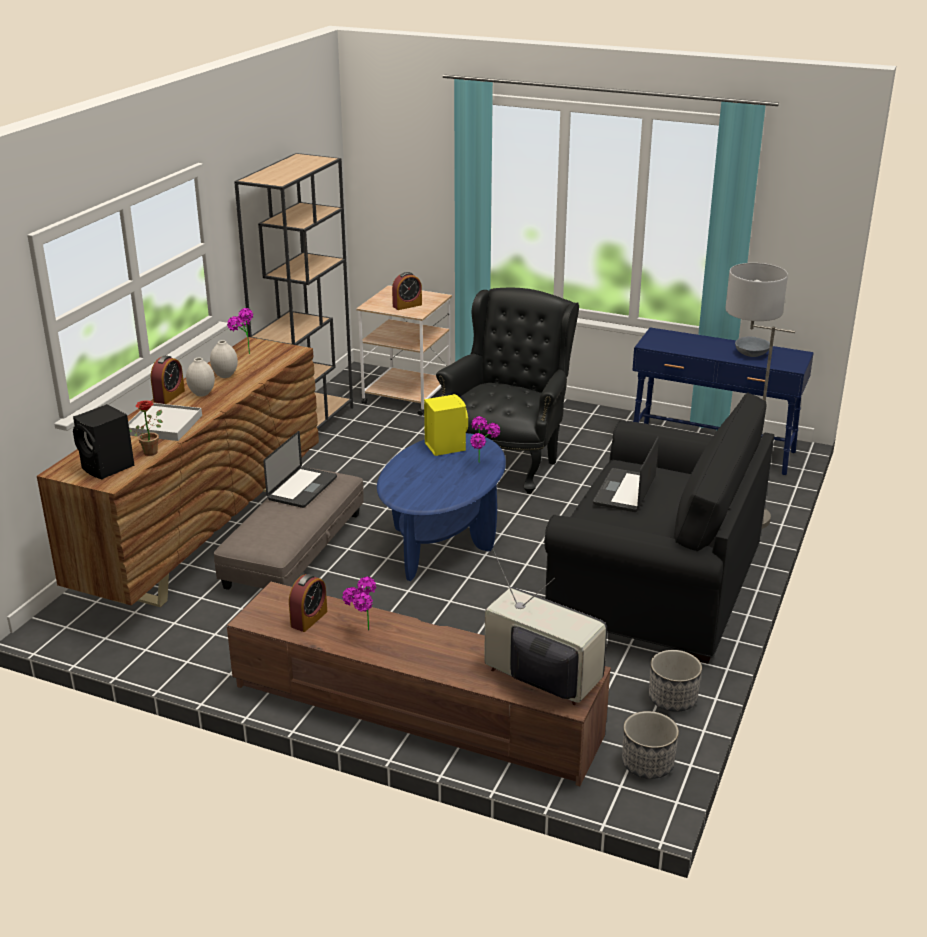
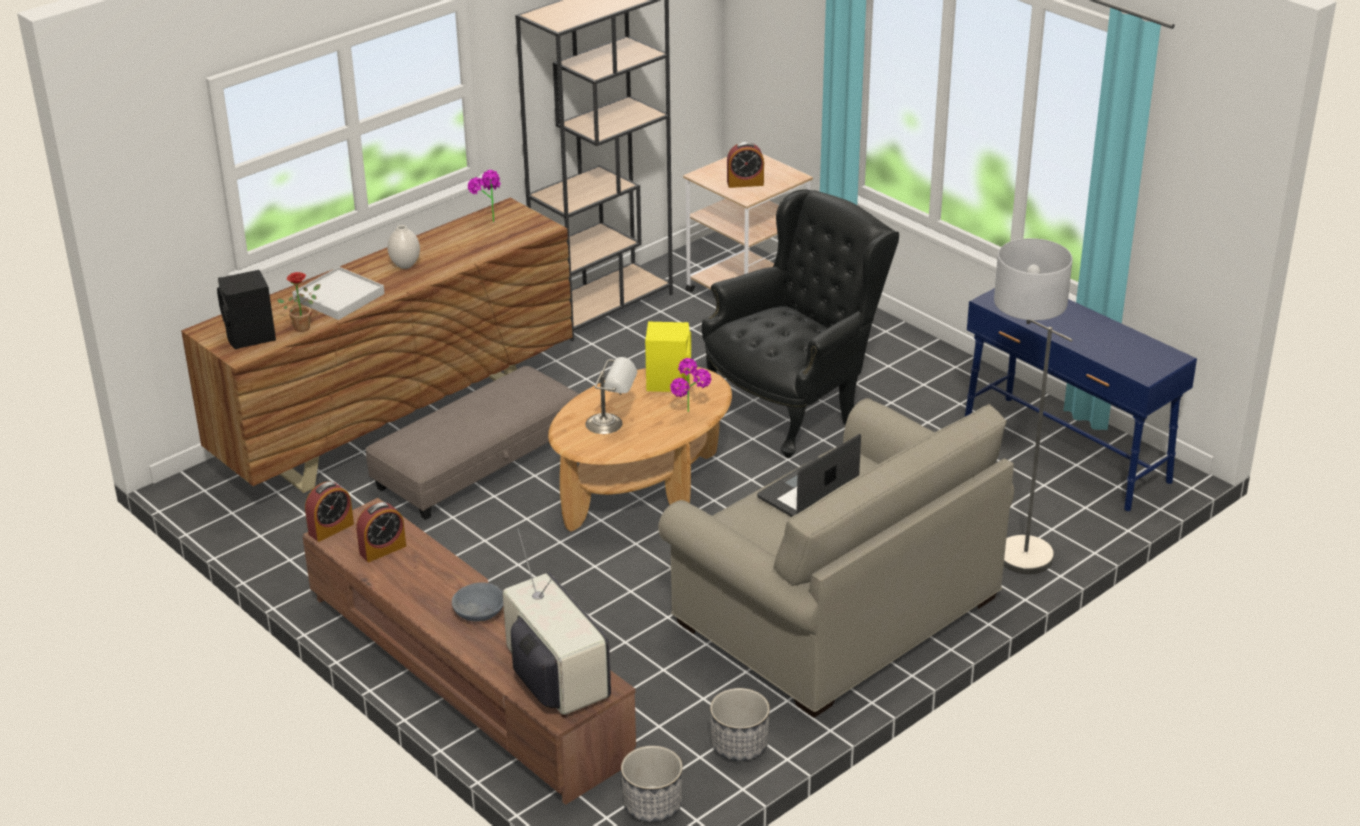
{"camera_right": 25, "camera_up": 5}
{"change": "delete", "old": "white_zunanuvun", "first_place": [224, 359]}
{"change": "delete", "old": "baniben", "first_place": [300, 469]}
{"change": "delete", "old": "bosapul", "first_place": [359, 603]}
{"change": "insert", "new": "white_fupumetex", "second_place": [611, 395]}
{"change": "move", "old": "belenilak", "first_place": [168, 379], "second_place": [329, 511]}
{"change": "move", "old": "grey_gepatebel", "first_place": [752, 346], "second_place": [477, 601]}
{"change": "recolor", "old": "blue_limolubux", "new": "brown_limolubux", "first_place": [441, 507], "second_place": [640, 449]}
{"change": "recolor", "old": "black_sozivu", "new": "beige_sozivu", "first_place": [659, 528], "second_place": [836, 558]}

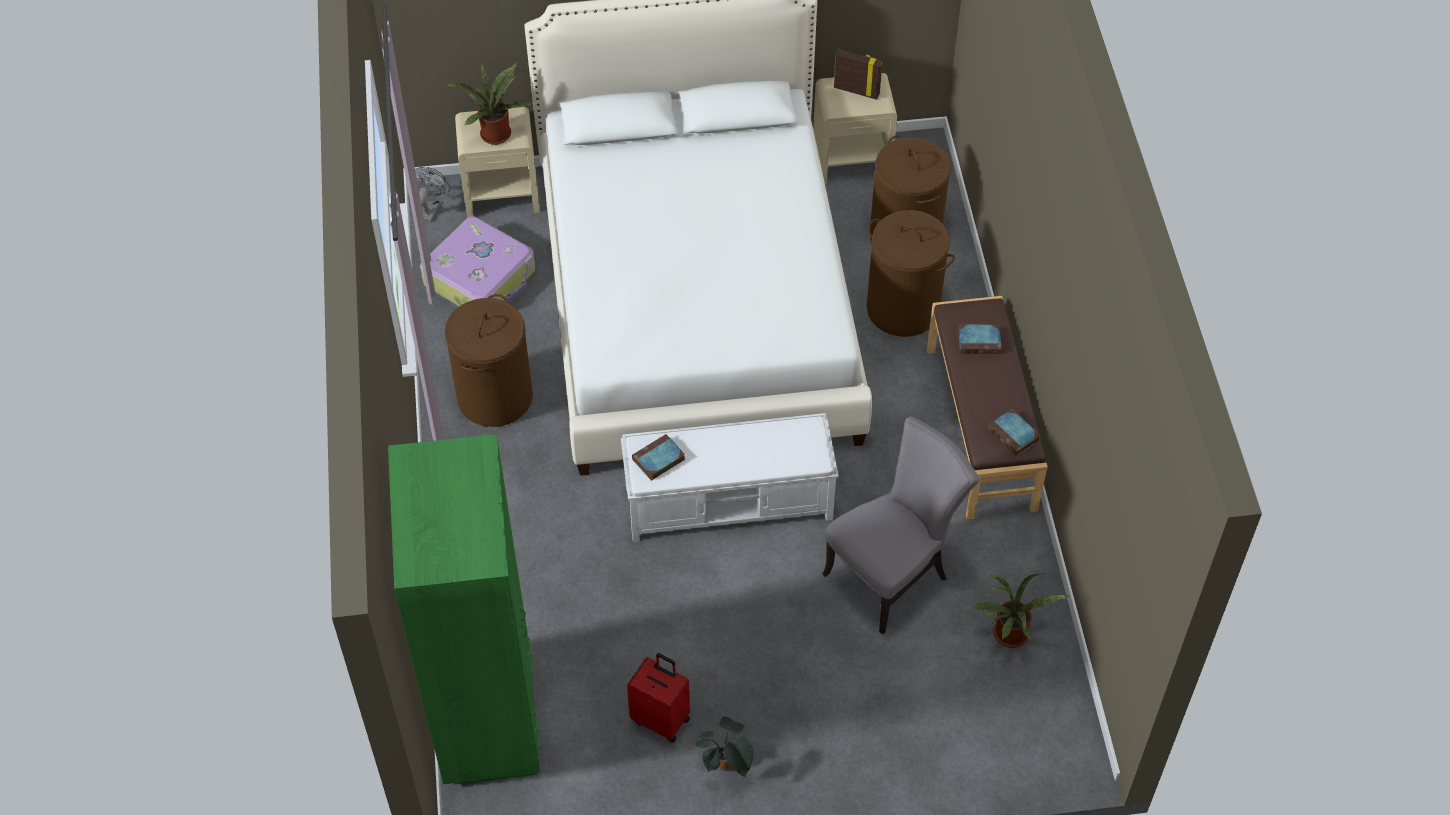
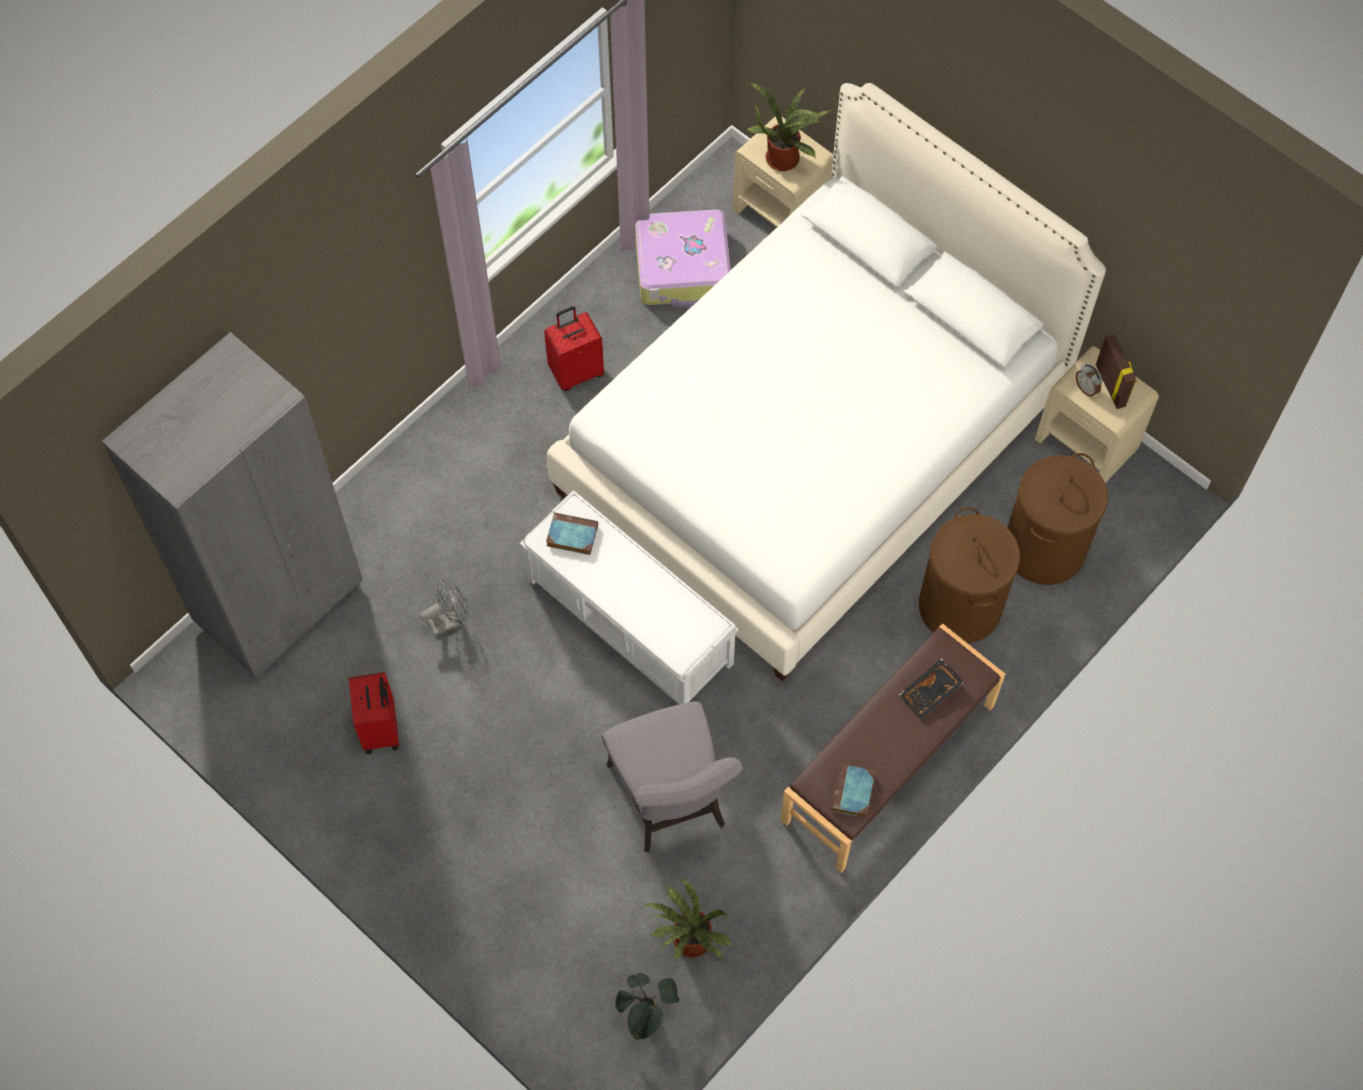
{"camera_right": 50, "camera_up": 10}
{"change": "insert", "new": "belenilak", "second_place": [1089, 380]}
{"change": "move", "old": "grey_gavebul", "first_place": [432, 194], "second_place": [444, 607]}
{"change": "move", "old": "bosapul", "first_place": [724, 747], "second_place": [647, 1007]}
{"change": "replace", "old": "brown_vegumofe", "new": "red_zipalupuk", "first_place": [488, 360], "second_place": [574, 348]}
{"change": "replace", "old": "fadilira", "new": "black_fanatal", "first_place": [980, 339], "second_place": [931, 688]}
{"change": "recolor", "old": "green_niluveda", "new": "grey_niluveda", "first_place": [465, 610], "second_place": [232, 505]}
{"change": "rotate", "old": "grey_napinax", "first_place": [901, 526], "second_place": [672, 777], "degrees": 60}

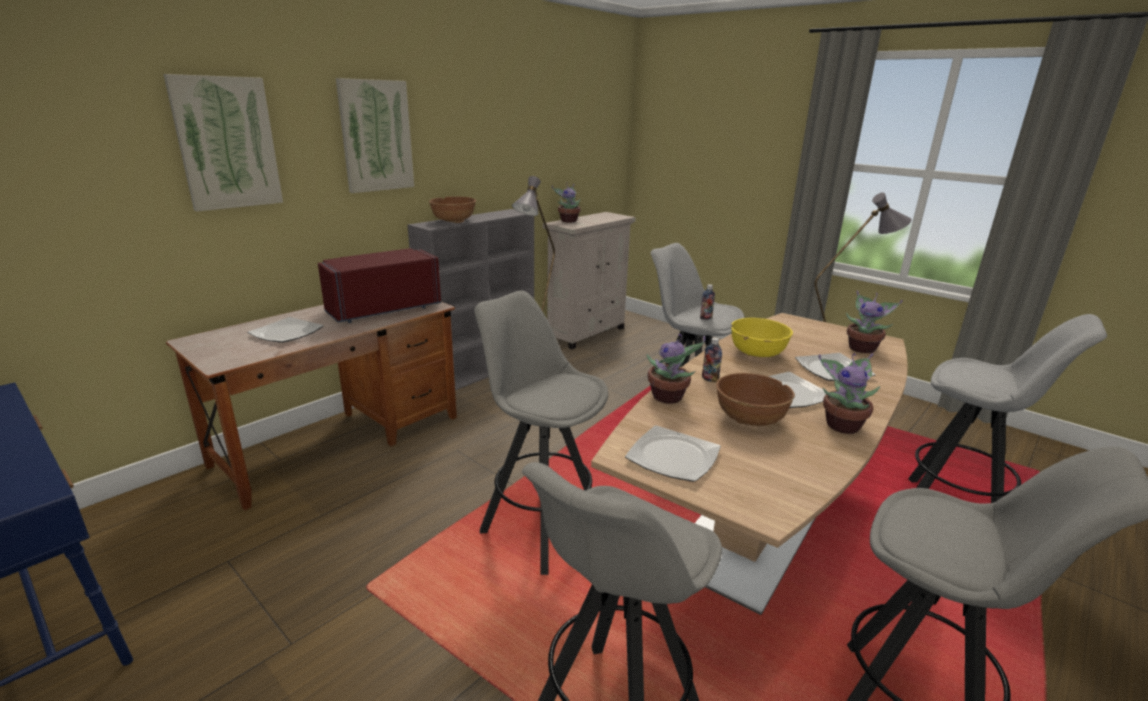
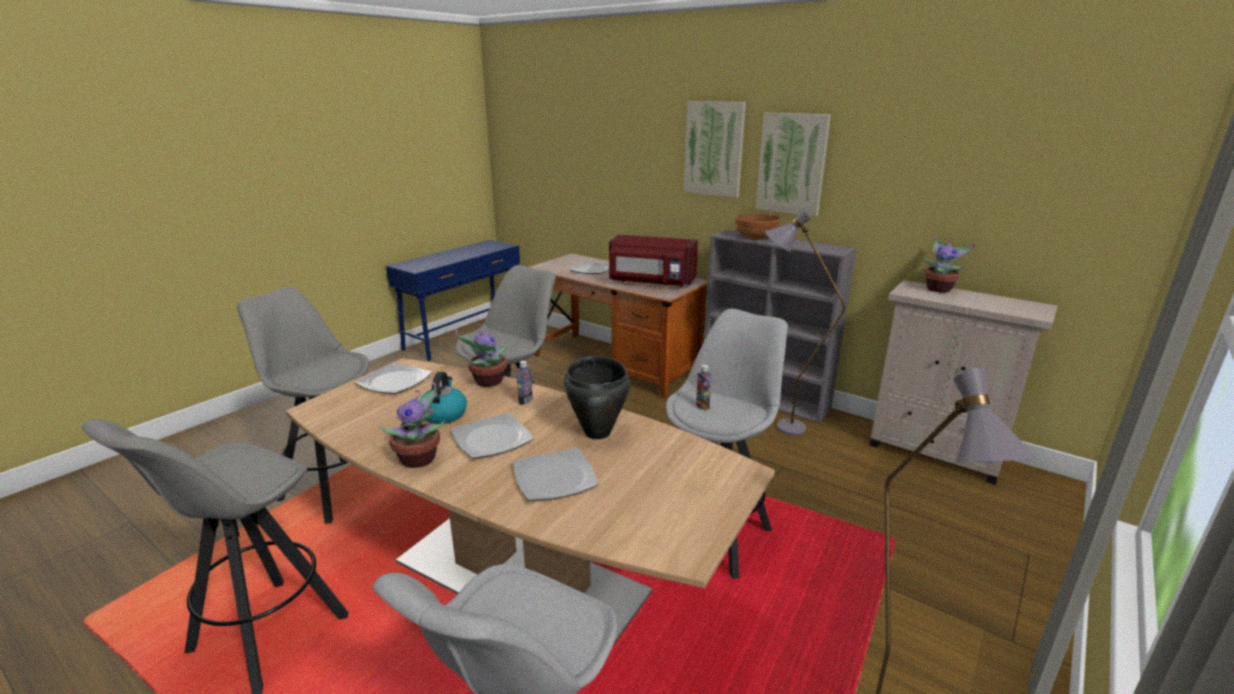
{"camera_right": 85, "camera_up": 0}
{"change": "delete", "old": "bosapul", "first_place": [874, 321]}
{"change": "move", "old": "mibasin", "first_place": [223, 143], "second_place": [793, 164]}
{"change": "replace", "old": "brown_gepatebel", "new": "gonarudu", "first_place": [755, 399], "second_place": [443, 398]}
{"change": "replace", "old": "yellow_gepatebel", "new": "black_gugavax", "first_place": [762, 337], "second_place": [597, 397]}
{"change": "rotate", "old": "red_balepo", "first_place": [379, 285], "second_place": [653, 261], "degrees": 150}

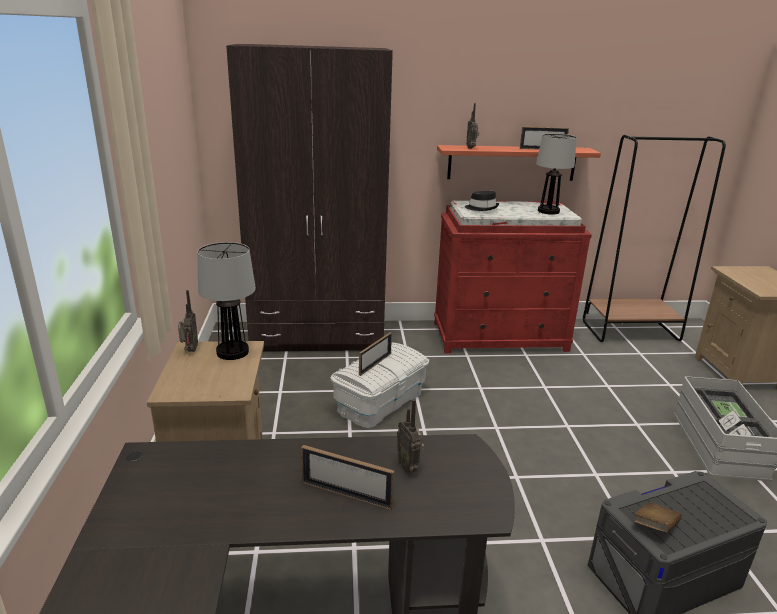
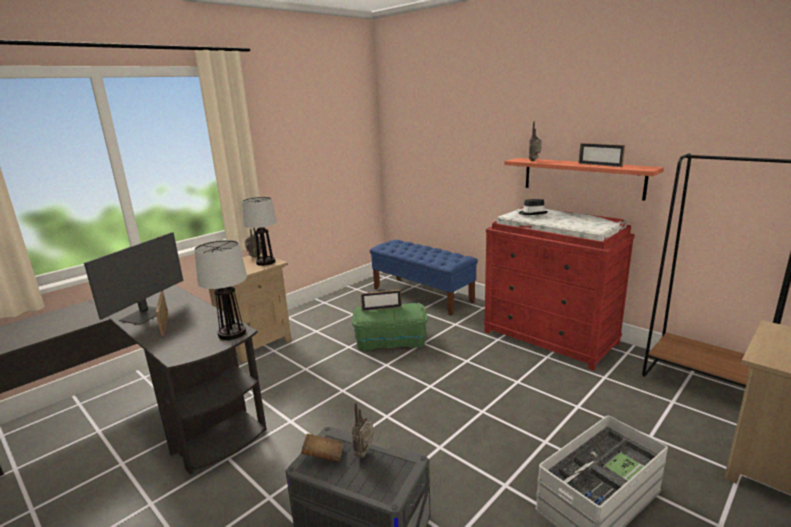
{"camera_right": 50, "camera_up": -5}
{"change": "insert", "new": "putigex", "second_place": [133, 278]}
{"change": "move", "old": "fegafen", "first_place": [411, 436], "second_place": [363, 430]}
{"change": "move", "old": "fupumetex", "first_place": [556, 174], "second_place": [220, 290]}
{"change": "replace", "old": "brown_niluveda", "new": "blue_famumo", "first_place": [309, 198], "second_place": [424, 277]}
{"change": "recolor", "old": "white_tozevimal", "new": "green_tozevimal", "first_place": [379, 385], "second_place": [390, 327]}

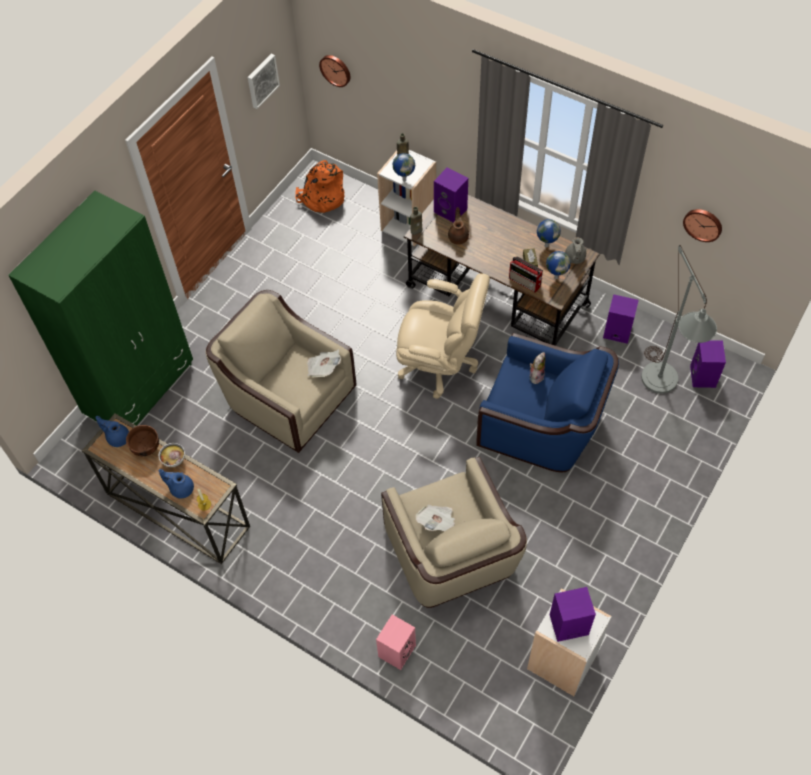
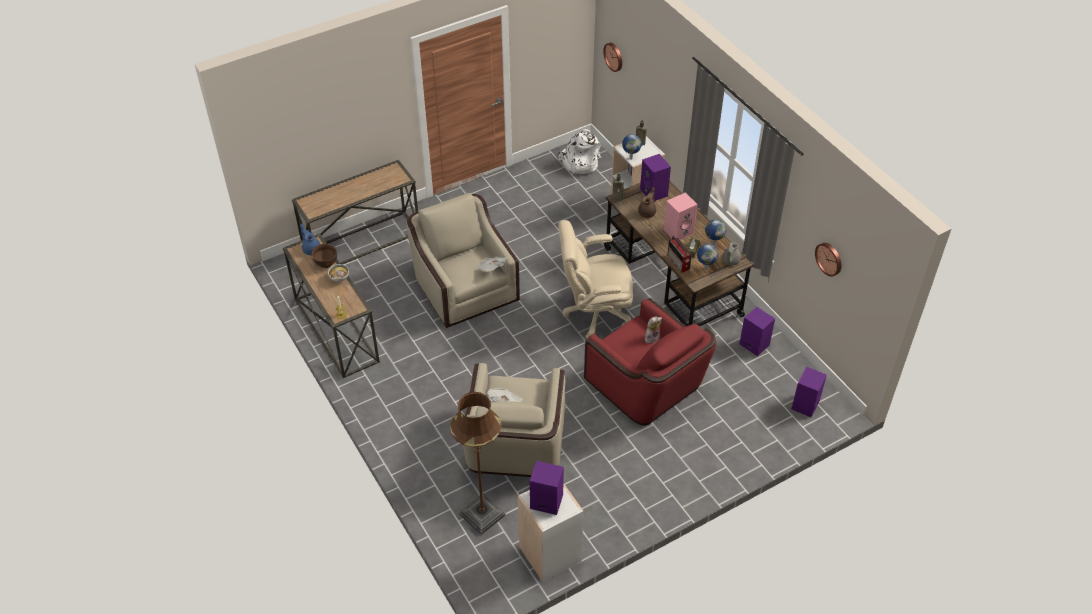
{"camera_right": 25, "camera_up": -10}
{"change": "delete", "old": "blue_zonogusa", "first_place": [176, 483]}
{"change": "delete", "old": "mibasin", "first_place": [264, 81]}
{"change": "delete", "old": "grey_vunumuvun", "first_place": [679, 319]}
{"change": "insert", "new": "brown_vunumuvun", "second_place": [478, 463]}
{"change": "move", "old": "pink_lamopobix", "first_place": [396, 642], "second_place": [681, 216]}
{"change": "replace", "old": "green_niluveda", "new": "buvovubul", "first_place": [100, 308], "second_place": [355, 212]}
{"change": "recolor", "old": "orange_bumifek", "new": "white_bumifek", "first_place": [320, 186], "second_place": [579, 151]}
{"change": "recolor", "old": "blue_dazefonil", "new": "red_dazefonil", "first_place": [547, 403], "second_place": [650, 362]}
{"change": "rotate", "old": "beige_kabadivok", "first_place": [443, 336], "second_place": [595, 279], "degrees": 135}

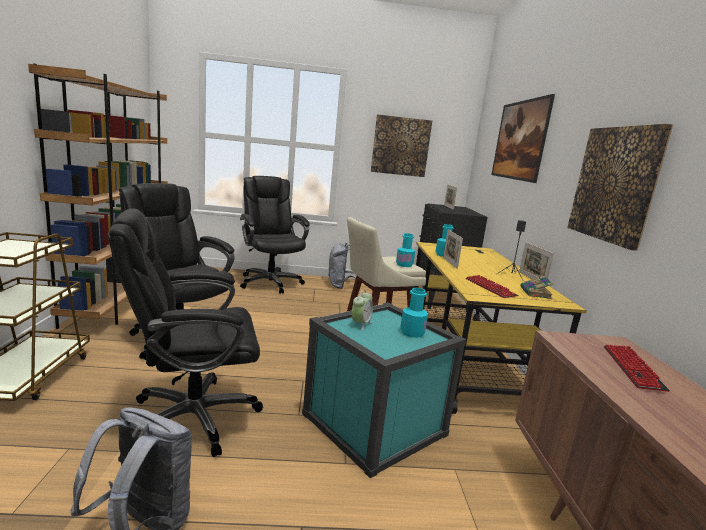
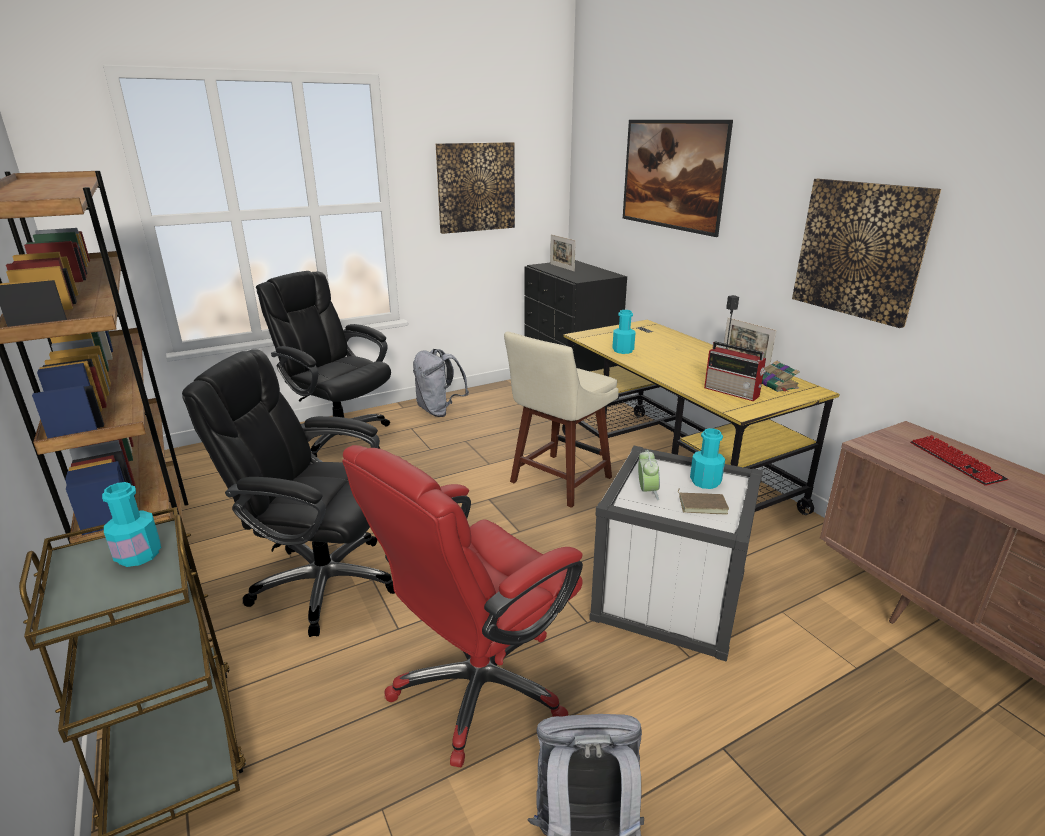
{"camera_right": -25, "camera_up": 10}
{"change": "delete", "old": "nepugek", "first_place": [453, 249]}
{"change": "insert", "new": "brown_fadilira", "second_place": [703, 501]}
{"change": "move", "old": "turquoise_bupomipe", "first_place": [405, 250], "second_place": [131, 524]}
{"change": "replace", "old": "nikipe", "new": "fegafen", "first_place": [492, 286], "second_place": [735, 371]}
{"change": "recolor", "old": "black_kabadivok", "new": "red_kabadivok", "first_place": [185, 332], "second_place": [462, 606]}
{"change": "recolor", "old": "turquoise_tozevimal", "new": "white_tozevimal", "first_place": [384, 390], "second_place": [676, 554]}

